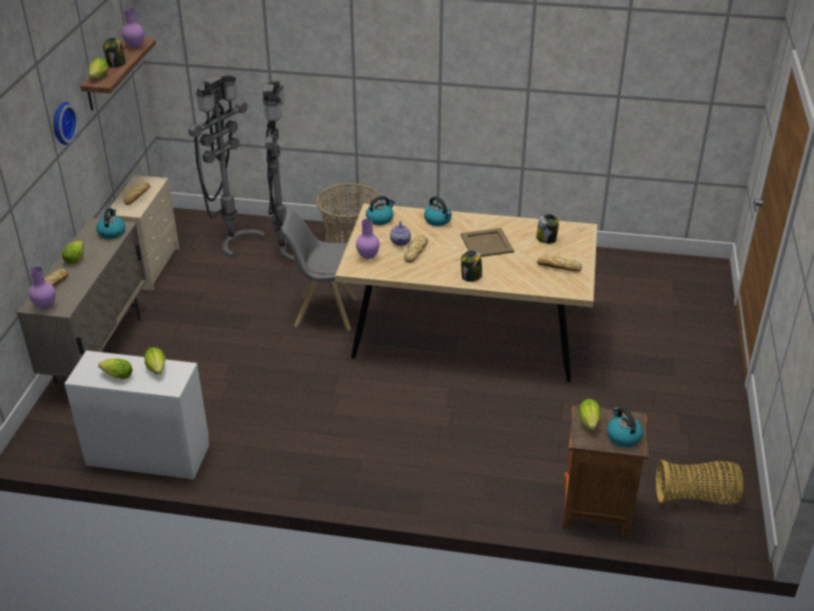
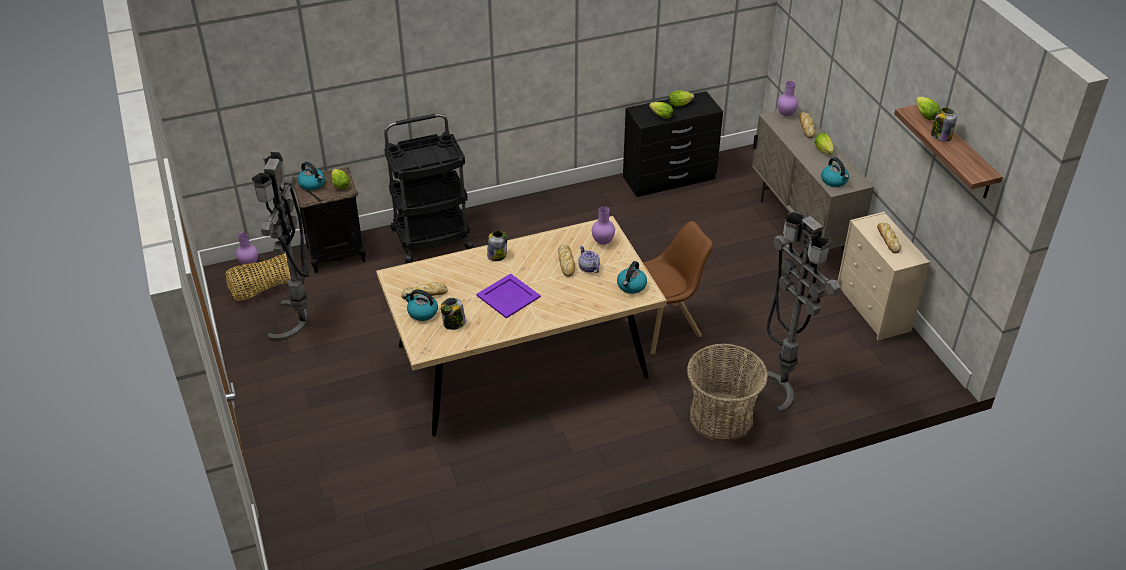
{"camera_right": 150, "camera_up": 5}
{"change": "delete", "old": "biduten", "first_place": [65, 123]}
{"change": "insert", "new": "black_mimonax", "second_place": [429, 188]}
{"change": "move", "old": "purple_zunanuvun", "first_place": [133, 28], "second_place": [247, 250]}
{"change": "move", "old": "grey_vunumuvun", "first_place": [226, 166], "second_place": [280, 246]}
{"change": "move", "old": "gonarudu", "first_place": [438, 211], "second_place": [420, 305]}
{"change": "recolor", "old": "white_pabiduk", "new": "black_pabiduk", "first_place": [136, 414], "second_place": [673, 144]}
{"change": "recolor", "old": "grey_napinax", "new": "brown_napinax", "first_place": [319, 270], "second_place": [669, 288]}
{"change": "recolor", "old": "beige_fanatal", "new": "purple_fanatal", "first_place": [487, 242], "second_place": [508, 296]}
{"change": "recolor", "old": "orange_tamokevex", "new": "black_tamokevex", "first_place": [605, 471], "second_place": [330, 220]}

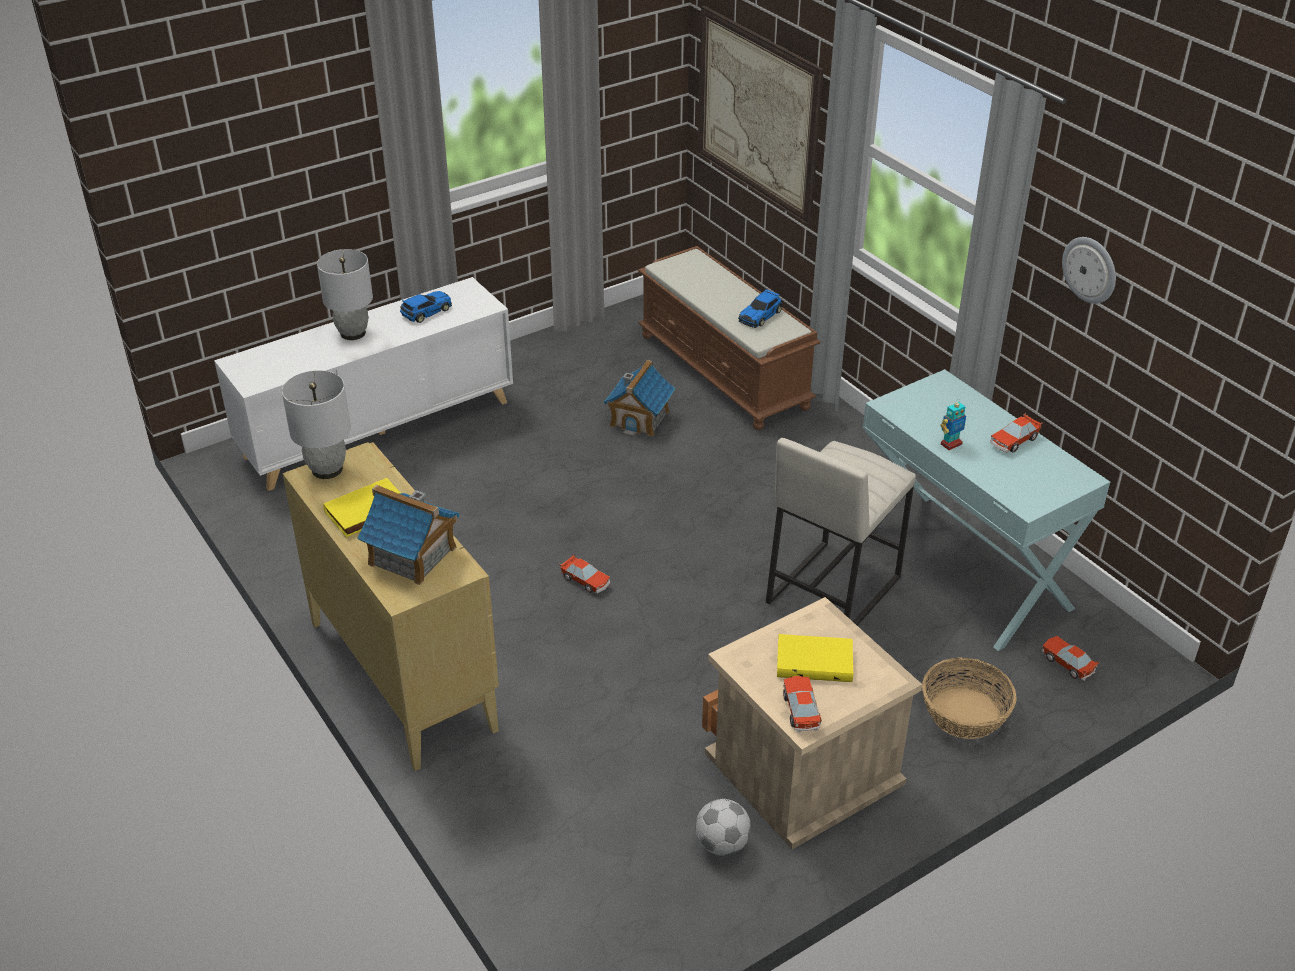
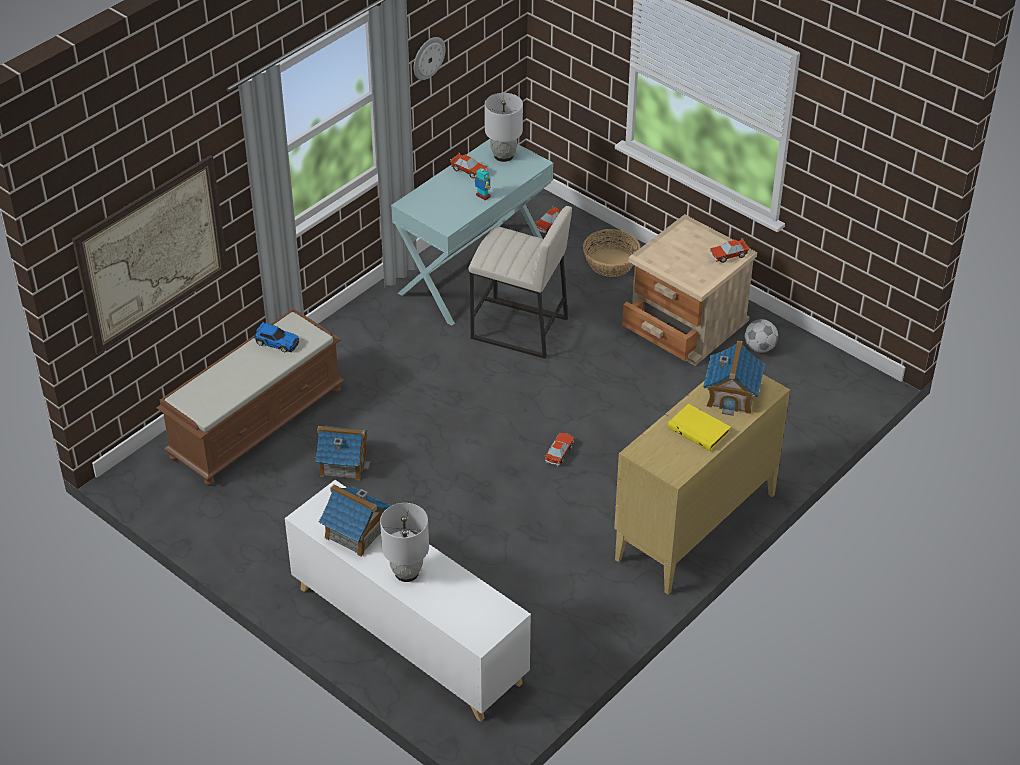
{"camera_right": -105, "camera_up": 5}
{"change": "delete", "old": "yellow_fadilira", "first_place": [815, 658]}
{"change": "move", "old": "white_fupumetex", "first_place": [316, 424], "second_place": [504, 127]}
{"change": "replace", "old": "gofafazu", "new": "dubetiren", "first_place": [426, 307], "second_place": [355, 520]}

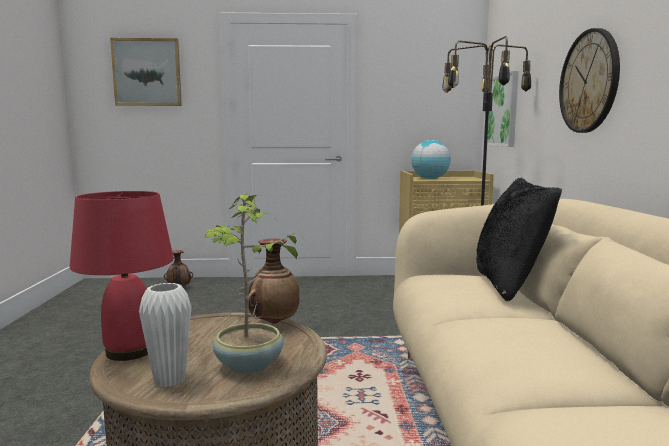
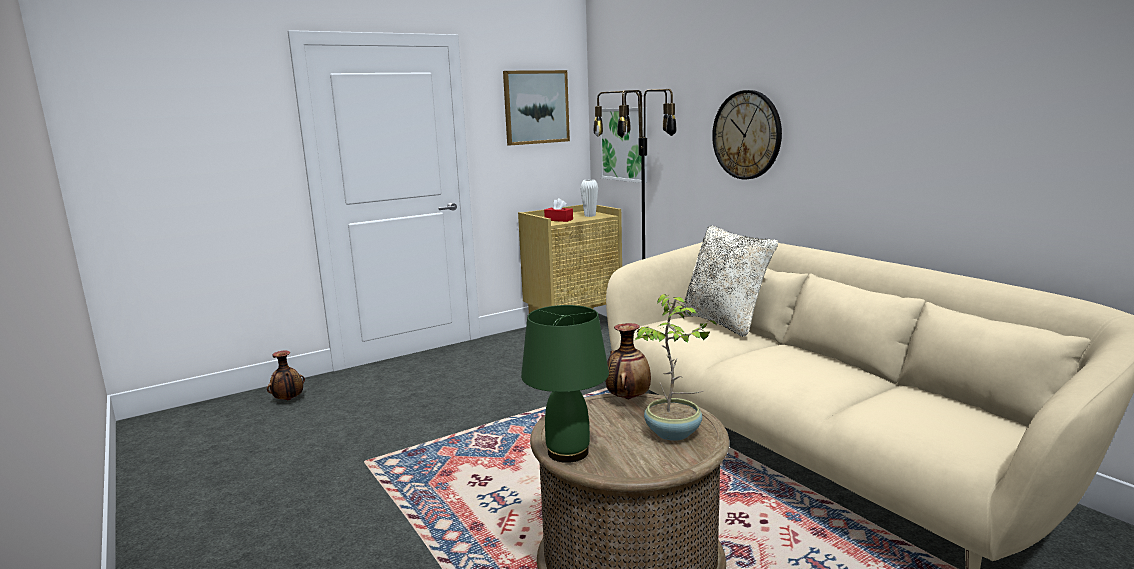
{"camera_right": -30, "camera_up": 5}
{"change": "move", "old": "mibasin", "first_place": [146, 72], "second_place": [536, 107]}
{"change": "move", "old": "white_zunanuvun", "first_place": [165, 335], "second_place": [589, 198]}
{"change": "replace", "old": "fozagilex", "new": "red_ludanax", "first_place": [431, 159], "second_place": [558, 210]}
{"change": "recolor", "old": "red_fupumetex", "new": "green_fupumetex", "first_place": [122, 276], "second_place": [565, 384]}
{"change": "recolor", "old": "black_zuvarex", "new": "beige_zuvarex", "first_place": [519, 240], "second_place": [731, 281]}

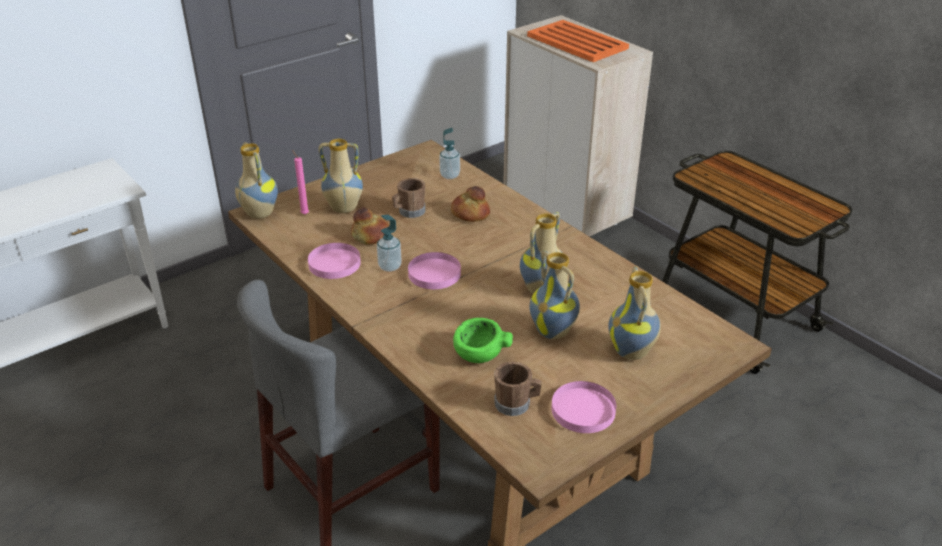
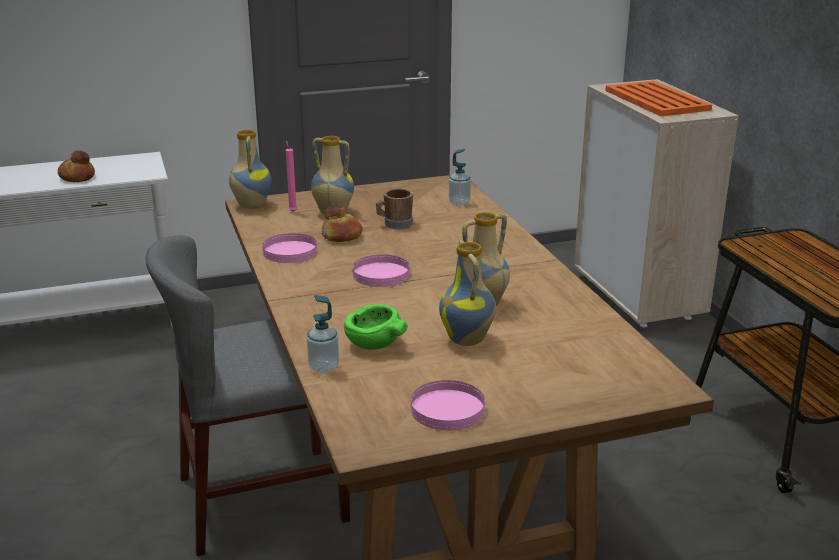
{"camera_right": 20, "camera_up": -10}
{"change": "delete", "old": "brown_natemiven", "first_place": [517, 388]}
{"change": "delete", "old": "zunanuvun", "first_place": [634, 313]}
{"change": "move", "old": "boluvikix", "first_place": [389, 243], "second_place": [323, 334]}
{"change": "move", "old": "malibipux", "first_place": [470, 204], "second_place": [76, 166]}

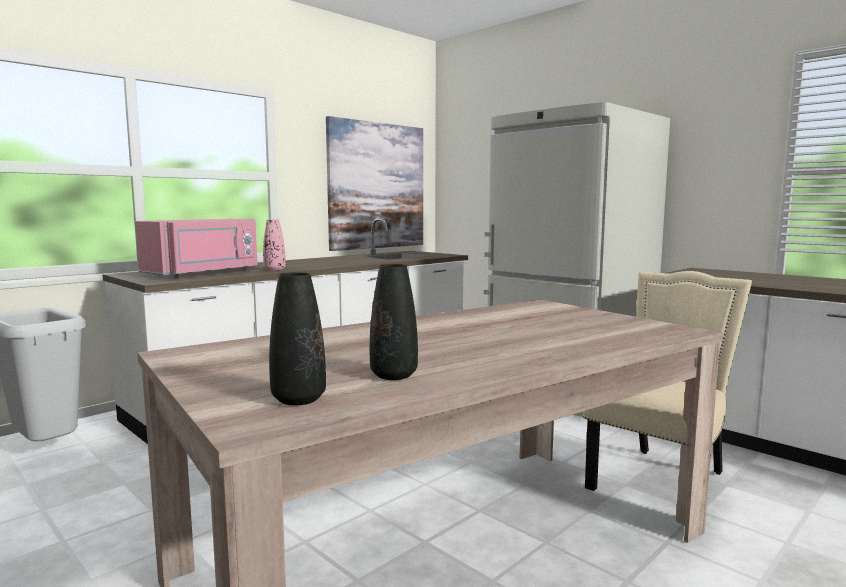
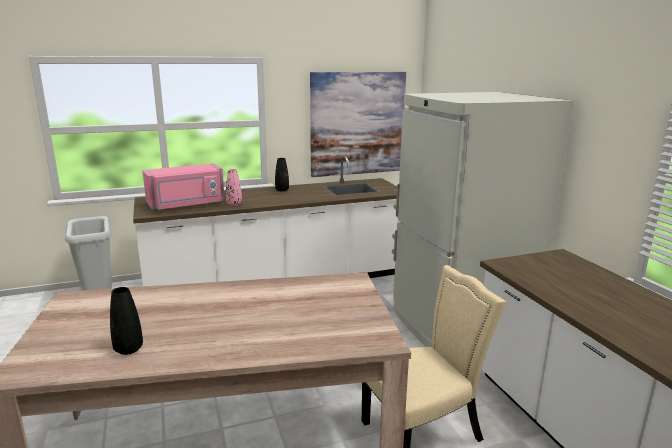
{"camera_right": 25, "camera_up": 10}
{"change": "move", "old": "black_zunanuvun", "first_place": [297, 338], "second_place": [282, 174]}

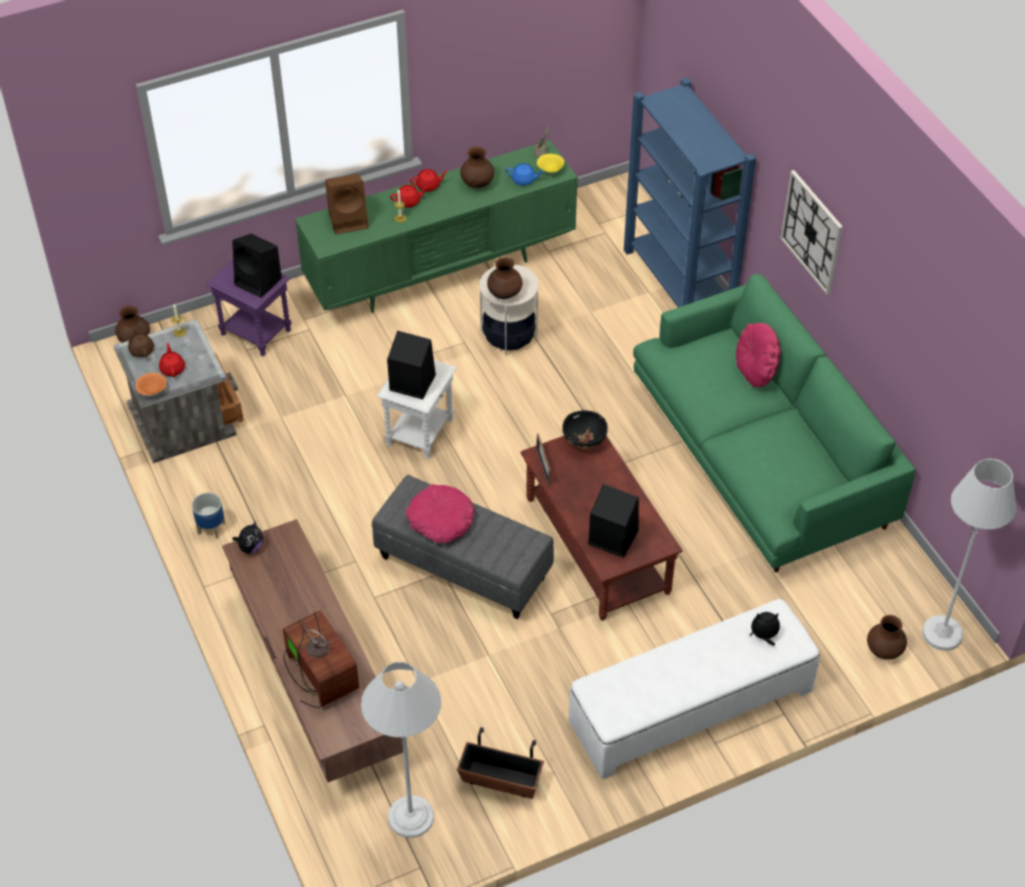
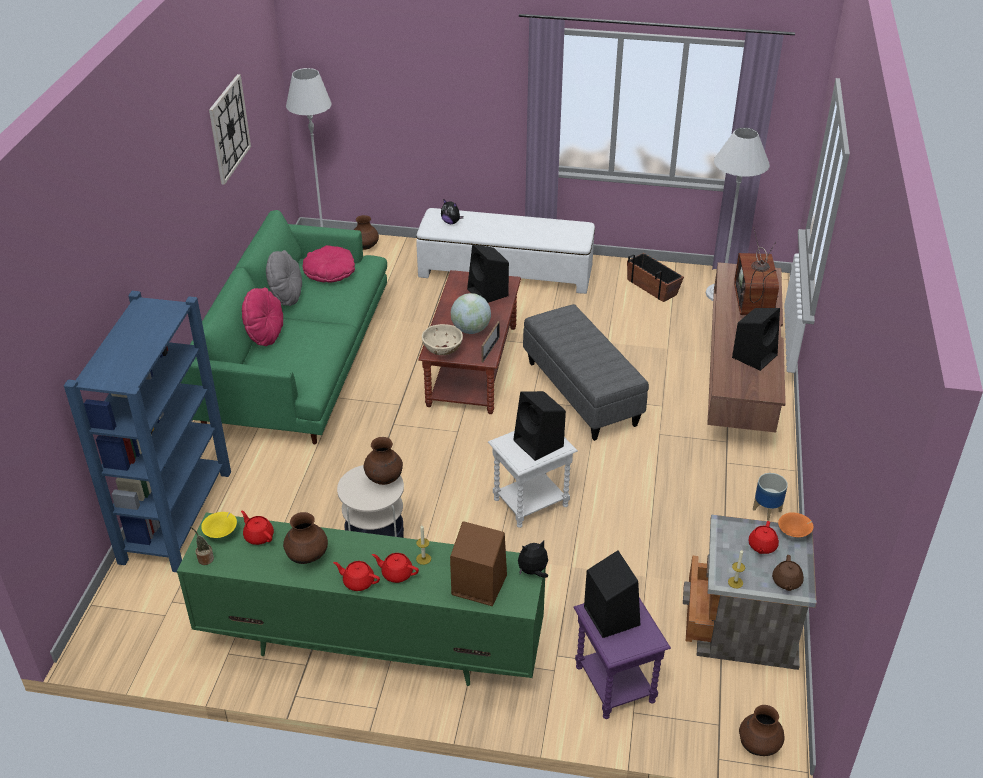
{"camera_right": -145, "camera_up": -10}
{"change": "insert", "new": "grey_zuvarex", "second_place": [284, 278]}
{"change": "insert", "new": "fozagilex", "second_place": [471, 313]}
{"change": "insert", "new": "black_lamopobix", "second_place": [756, 339]}
{"change": "move", "old": "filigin", "first_place": [248, 537], "second_place": [533, 559]}
{"change": "move", "old": "pink_zuvarex", "first_place": [440, 513], "second_place": [328, 263]}
{"change": "move", "old": "biduten", "first_place": [811, 232], "second_place": [230, 129]}
{"change": "recolor", "old": "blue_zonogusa", "new": "red_zonogusa", "first_place": [525, 174], "second_place": [257, 528]}
{"change": "recolor", "old": "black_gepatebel", "new": "beige_gepatebel", "first_place": [585, 429], "second_place": [442, 339]}

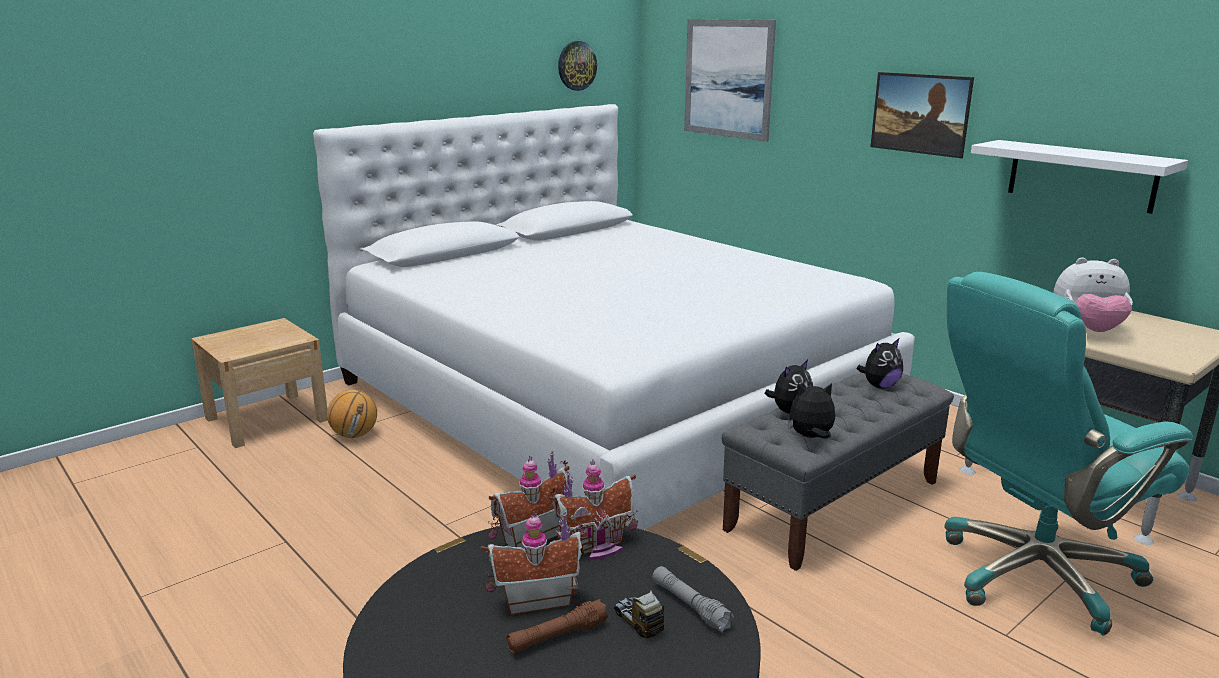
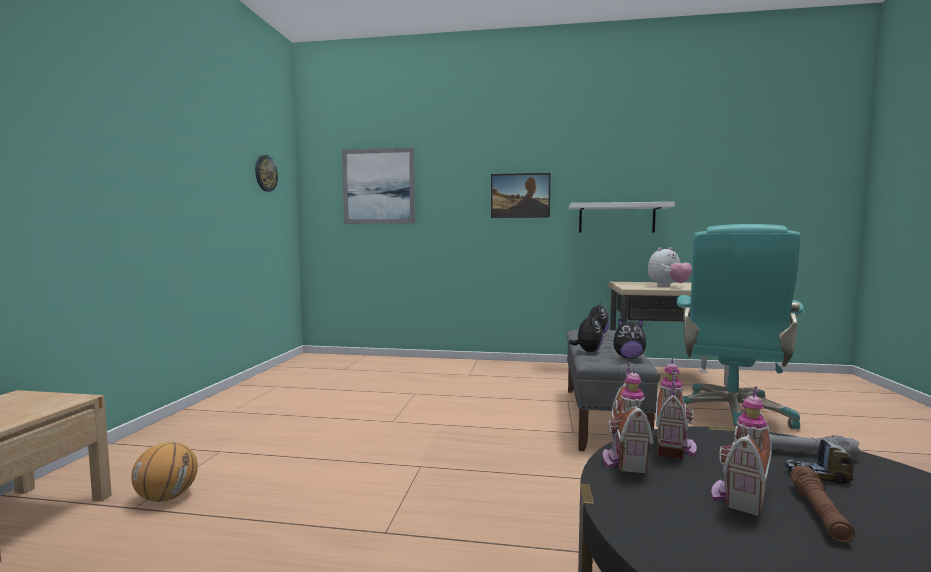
{"camera_right": -40, "camera_up": -15}
{"change": "delete", "old": "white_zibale", "first_place": [614, 317]}
{"change": "rotate", "old": "filigin", "first_place": [811, 411], "second_place": [629, 339], "degrees": -135}

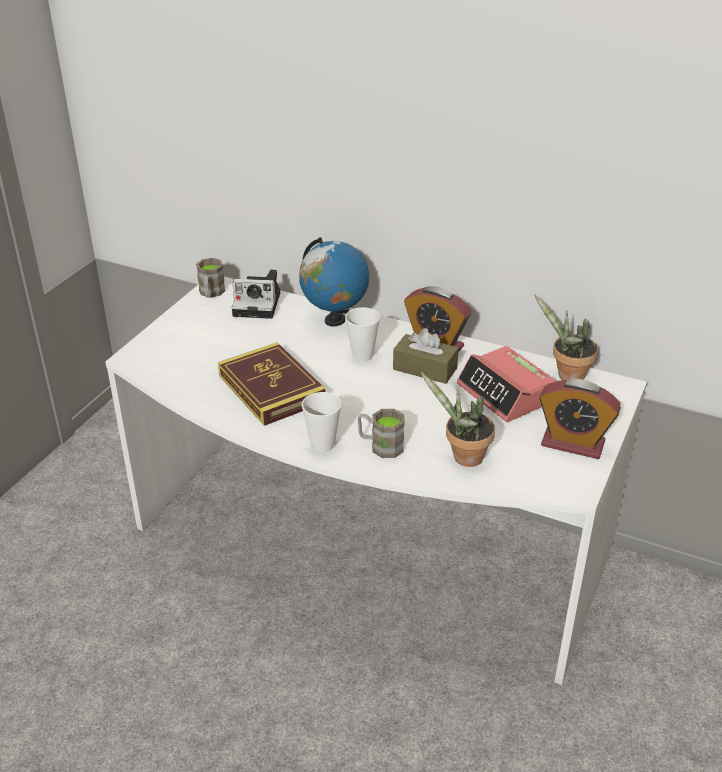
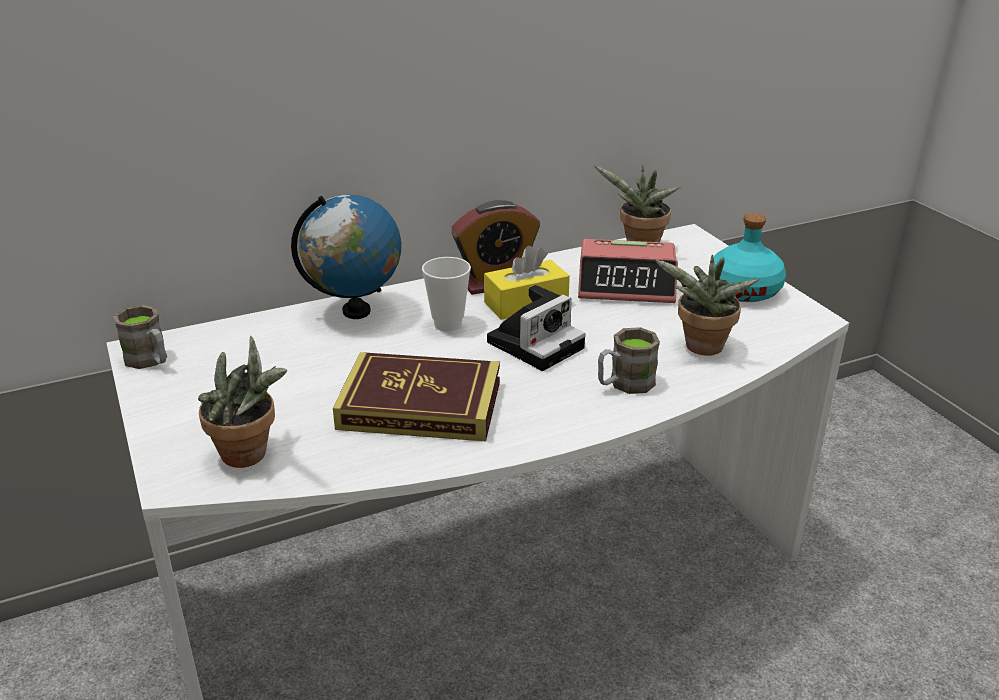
{"camera_right": -50, "camera_up": -5}
{"change": "delete", "old": "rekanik", "first_place": [322, 422]}
{"change": "insert", "new": "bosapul", "second_place": [242, 402]}
{"change": "move", "old": "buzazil", "first_place": [256, 294], "second_place": [536, 328]}
{"change": "replace", "old": "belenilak", "new": "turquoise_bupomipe", "first_place": [580, 419], "second_place": [747, 257]}
{"change": "recolor", "old": "brown_ludanax", "new": "yellow_ludanax", "first_place": [426, 356], "second_place": [527, 283]}

